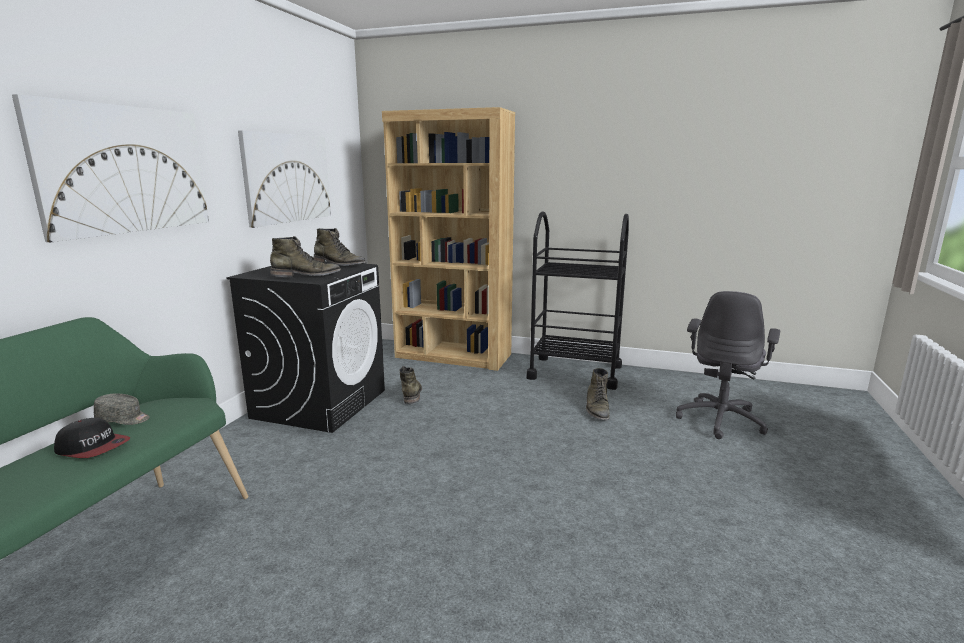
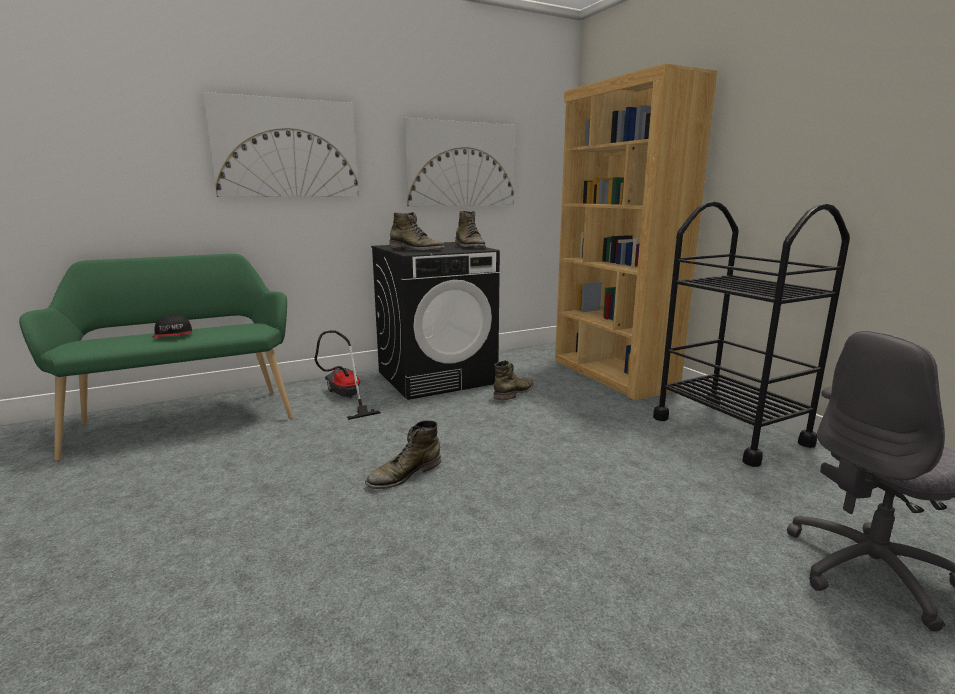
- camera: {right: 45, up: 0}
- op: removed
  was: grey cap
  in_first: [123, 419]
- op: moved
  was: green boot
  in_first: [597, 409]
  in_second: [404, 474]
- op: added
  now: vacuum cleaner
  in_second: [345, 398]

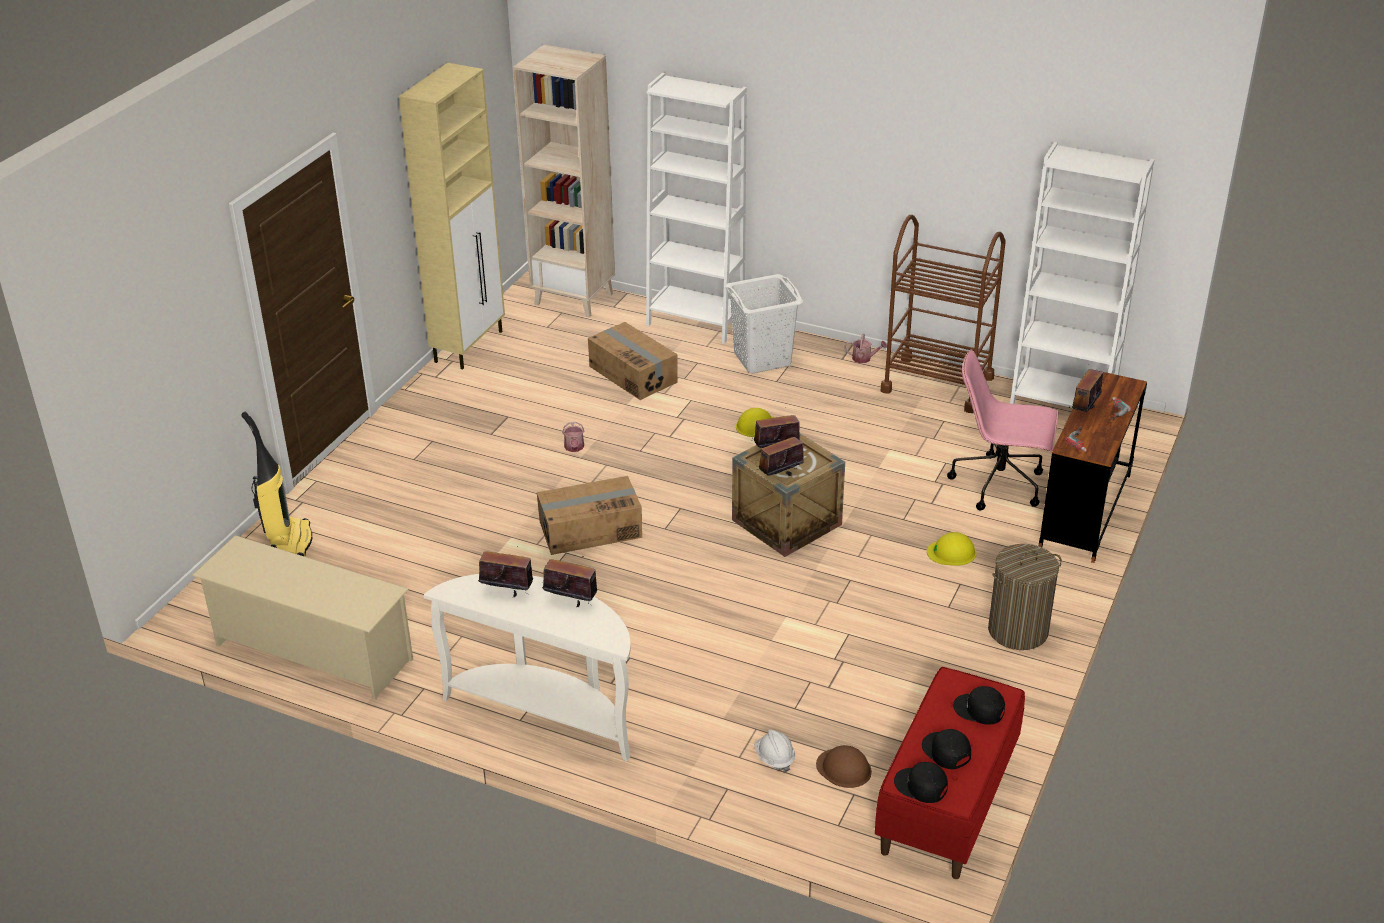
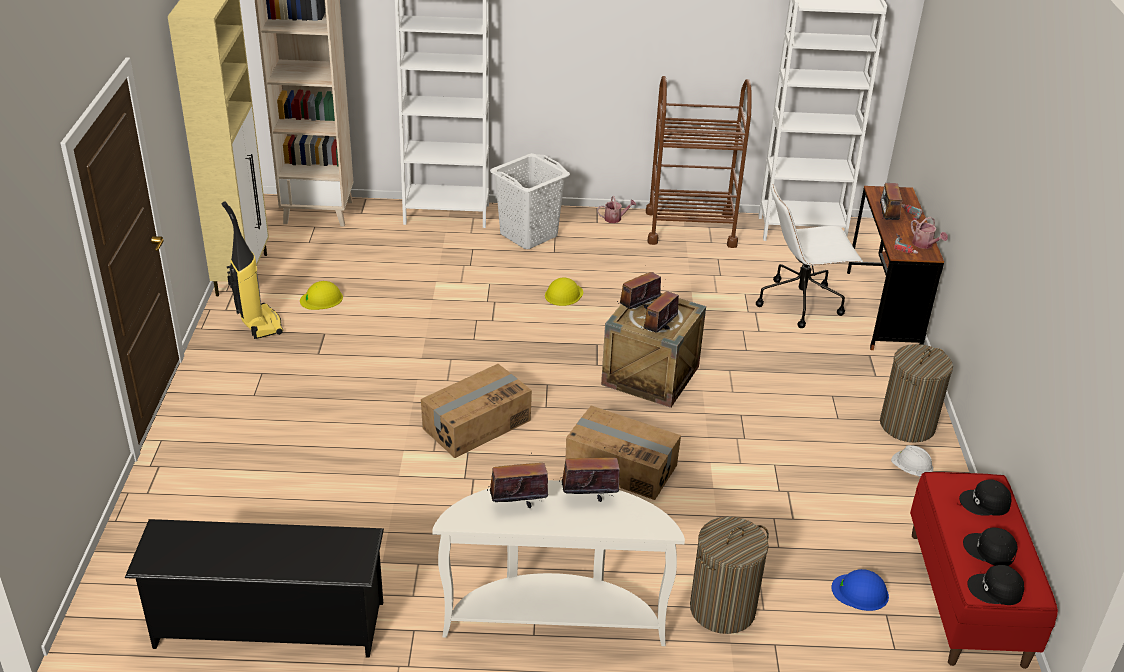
- camera: {right: -25, up: 0}
- op: recoloured
  was: beige shoe rack
  now: black shoe rack
  in_first: [312, 652]
  in_second: [268, 625]
- op: moved
  was: vacuum cleaner
  in_first: [289, 541]
  in_second: [259, 323]
- op: moved
  was: watering can
  in_first: [574, 448]
  in_second: [924, 245]
- op: moved
  was: cardboard box
  in_first: [633, 374]
  in_second: [621, 466]
- op: moved
  was: white hard hat
  in_first: [774, 758]
  in_second: [910, 470]
- op: recoloured
  was: brown hard hat
  now: blue hard hat
  in_first: [844, 768]
  in_second: [860, 592]
- op: moved
  was: yellow hard hat
  in_first: [952, 552]
  in_second: [321, 299]
- op: recoloured
  was: pink office chair
  now: white office chair
  in_first: [1000, 484]
  in_second: [801, 302]
- op: added
  now: laundry basket
  in_second: [722, 609]

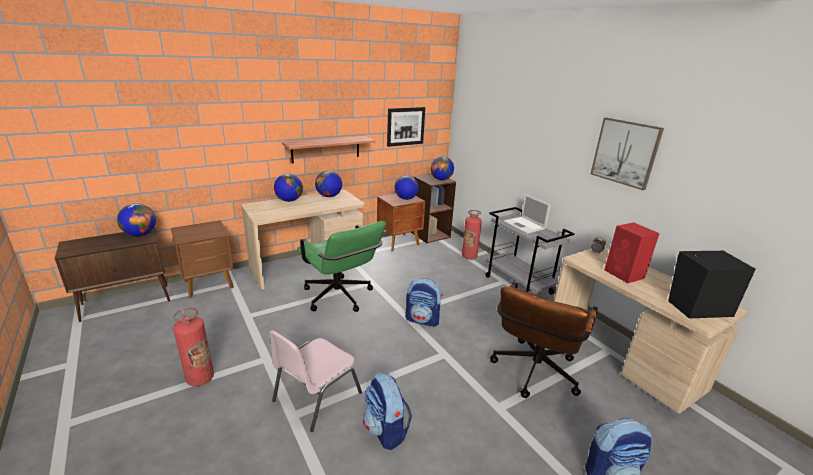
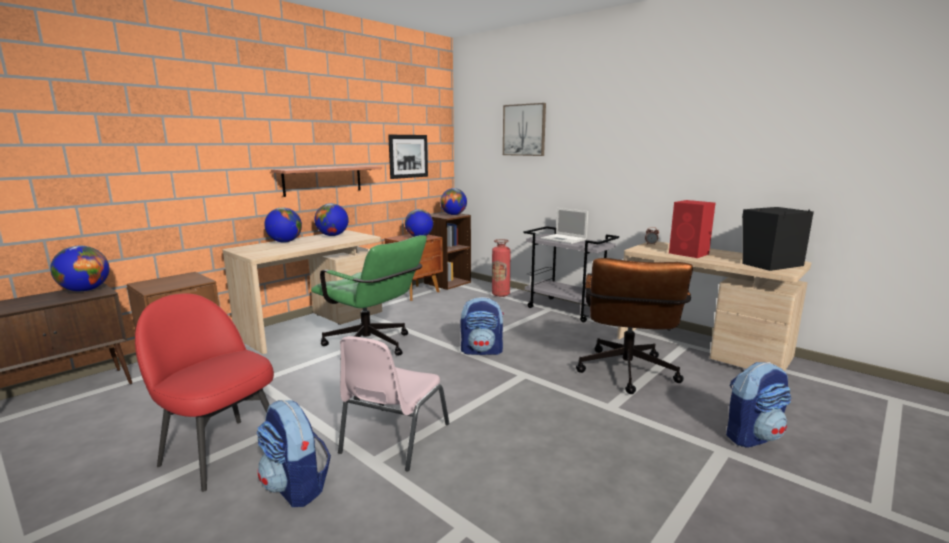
- camera: {right: -15, up: -10}
- op: replaced
  was: fire extinguisher
  now: red chair
  in_first: [200, 378]
  in_second: [221, 451]
- op: moved
  was: backpack
  in_first: [386, 430]
  in_second: [296, 487]
- op: moved
  was: picture
  in_first: [625, 152]
  in_second: [524, 130]

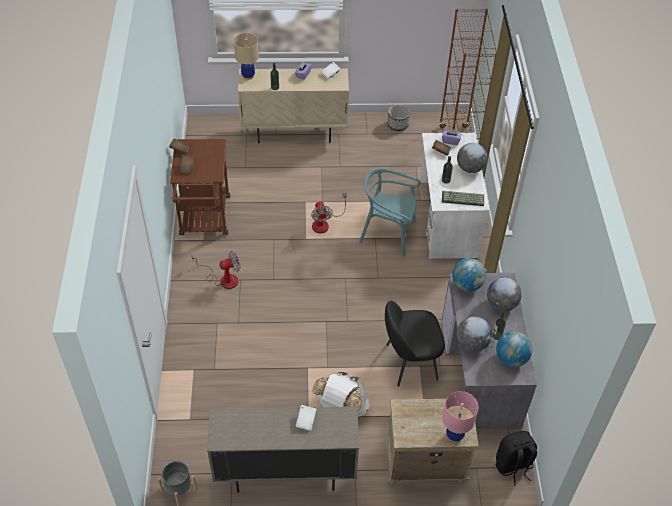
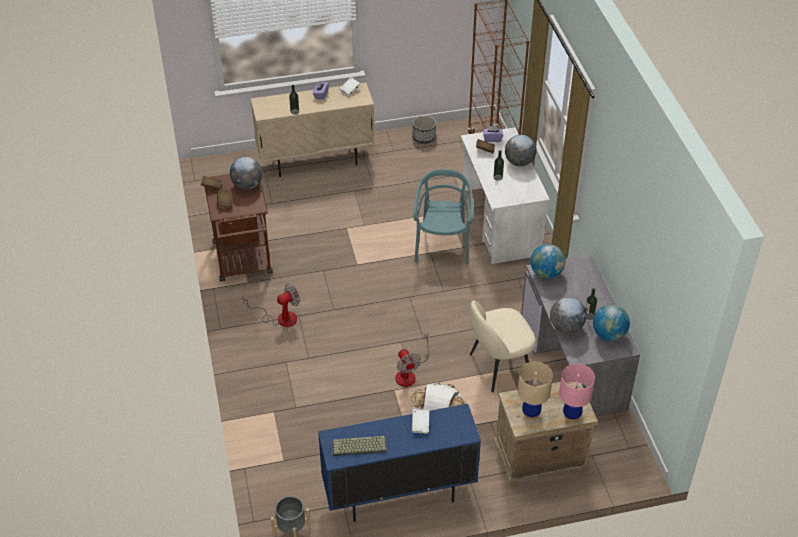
- camera: {right: -10, up: -5}
- op: recoloured
  was: beige cabinet
  now: blue cabinet
  in_first: [285, 473]
  in_second: [398, 495]
- op: moved
  was: beige table lamp
  in_first: [248, 76]
  in_second: [531, 413]
- op: moved
  was: fan
  in_first: [324, 223]
  in_second: [409, 373]
- op: turned
  was: turquoise chair
  in_first: [388, 233]
  in_second: [442, 246]
  clockwise: 90
- op: recoloured
  was: black chair
  now: beige chair
  in_first: [409, 362]
  in_second: [498, 367]
- op: moved
  was: keyboard
  in_first: [462, 199]
  in_second: [358, 447]
- op: moved
  was: globe
  in_first: [501, 304]
  in_second: [247, 185]
- op: removed
  was: black backpack
  in_first: [513, 466]

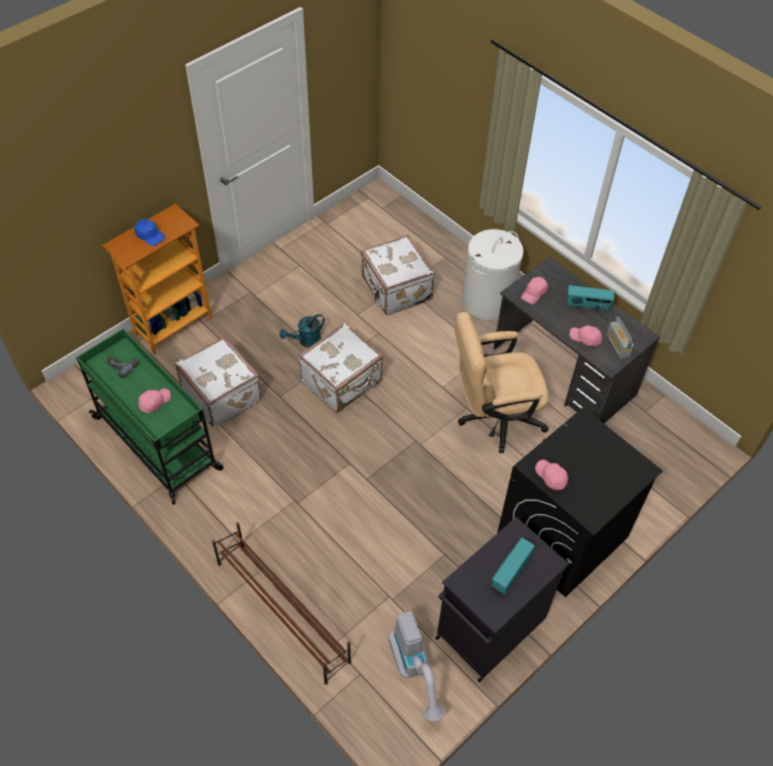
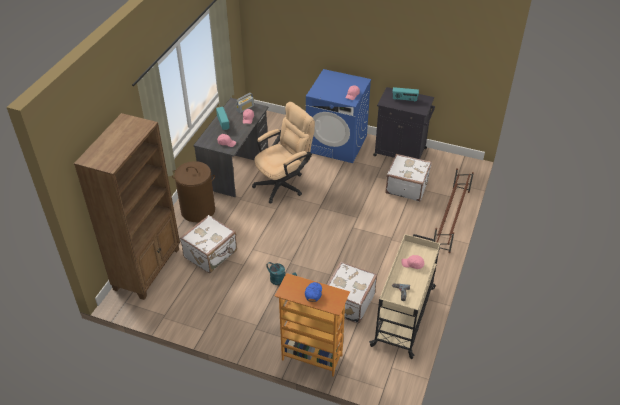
- camera: {right: -115, up: -10}
- op: recoloured
  was: green cart
  now: beige cart
  in_first: [158, 444]
  in_second: [404, 315]
- op: moved
  was: white suitcase
  in_first: [342, 382]
  in_second: [406, 187]
- op: removed
  was: vacuum cleaner
  in_first: [415, 672]
- op: turned
  was: beige office chair
  in_first: [493, 417]
  in_second: [284, 183]
  clockwise: -90
- op: recoloured
  was: white laundry basket
  now: brown laundry basket
  in_first: [487, 301]
  in_second: [198, 210]
- op: recoloured
  was: black washing machine
  now: blue washing machine
  in_first: [562, 537]
  in_second: [337, 143]
- op: added
  now: brown bookcase
  in_second: [148, 268]

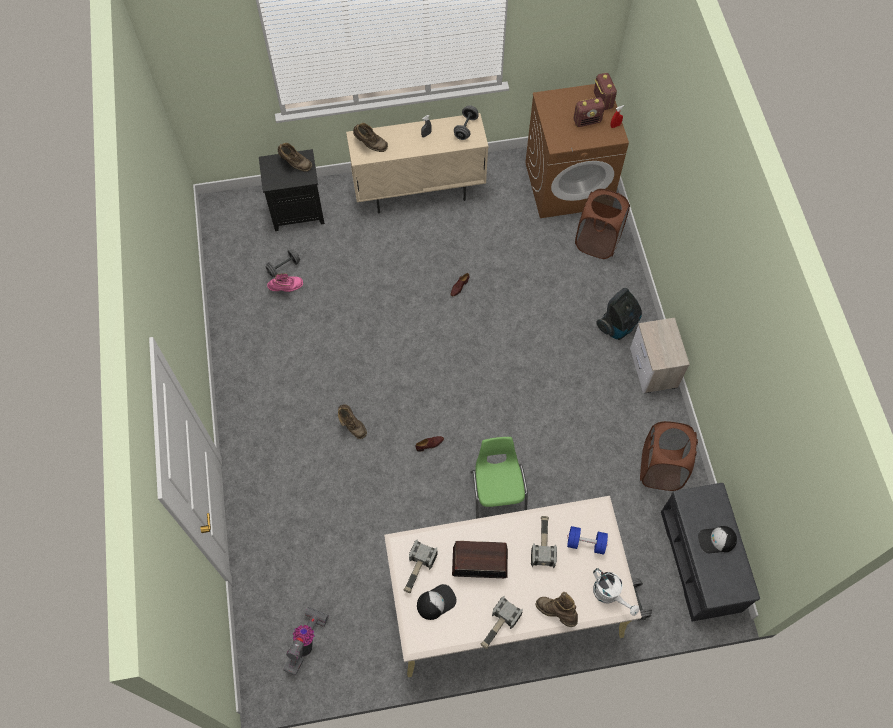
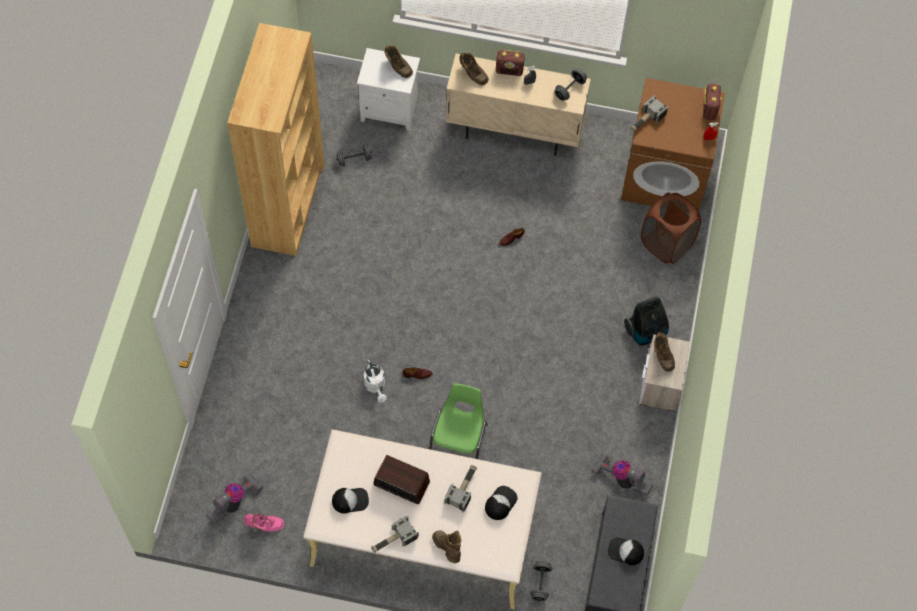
- camera: {right: 20, up: 0}
- op: recoloured
  was: black nightstand
  now: white nightstand
  in_first: [298, 211]
  in_second: [391, 109]
- op: moved
  was: pink boot
  in_first: [286, 288]
  in_second: [264, 526]
- op: moved
  was: brown boot
  in_first: [352, 425]
  in_second: [662, 355]
- op: moved
  was: hammer
  in_first: [417, 570]
  in_second: [645, 120]
- op: replaced
  was: blue dumbbell
  now: cap
  in_first: [586, 543]
  in_second: [500, 503]
- op: moved
  was: radio
  in_first: [587, 121]
  in_second: [509, 70]
- op: moved
  was: white watering can
  in_first: [609, 594]
  in_second: [376, 387]
- op: replaced
  was: brown laundry basket
  now: vacuum cleaner
  in_first: [660, 469]
  in_second: [621, 478]
- op: added
  now: brown bookcase
  in_second: [288, 204]

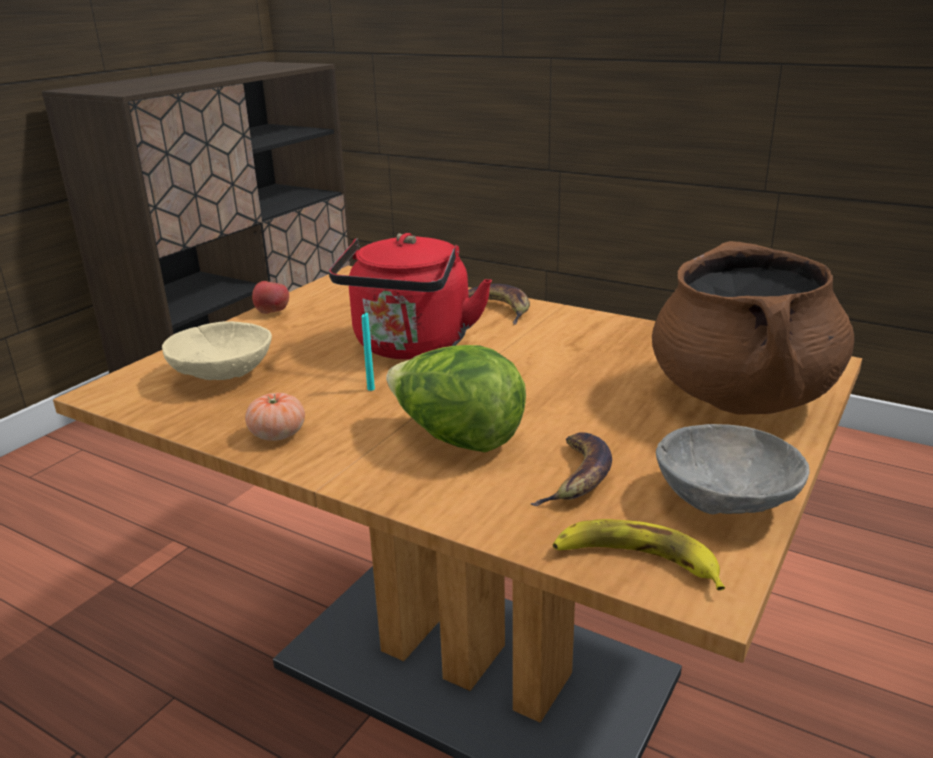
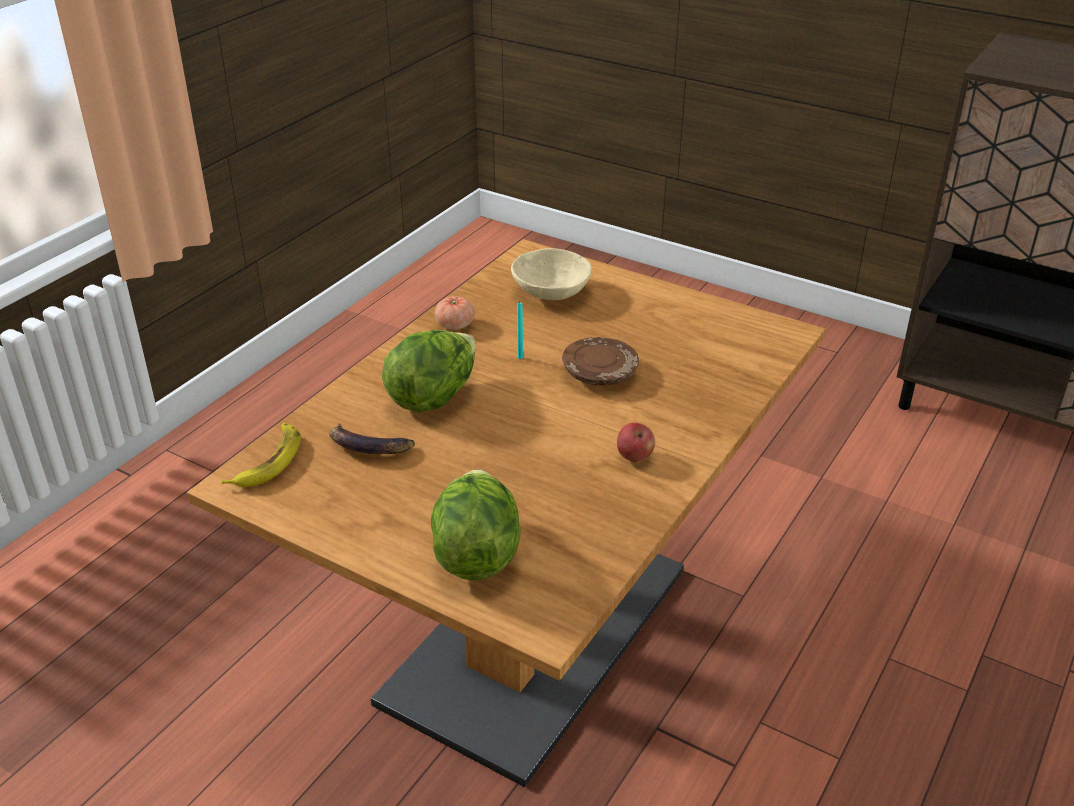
- camera: {right: 90, up: 10}
- op: moved
  was: apple
  in_first: [272, 312]
  in_second: [634, 457]
- op: replaced
  was: red kettle
  now: brown plate
  in_first: [410, 347]
  in_second: [600, 372]
- op: removed
  was: banana
  in_first: [498, 309]
- op: replaced
  was: brown cooking pot
  now: lettuce
  in_first: [742, 397]
  in_second: [476, 553]
- op: removed
  was: grey bowl
  in_first: [727, 503]

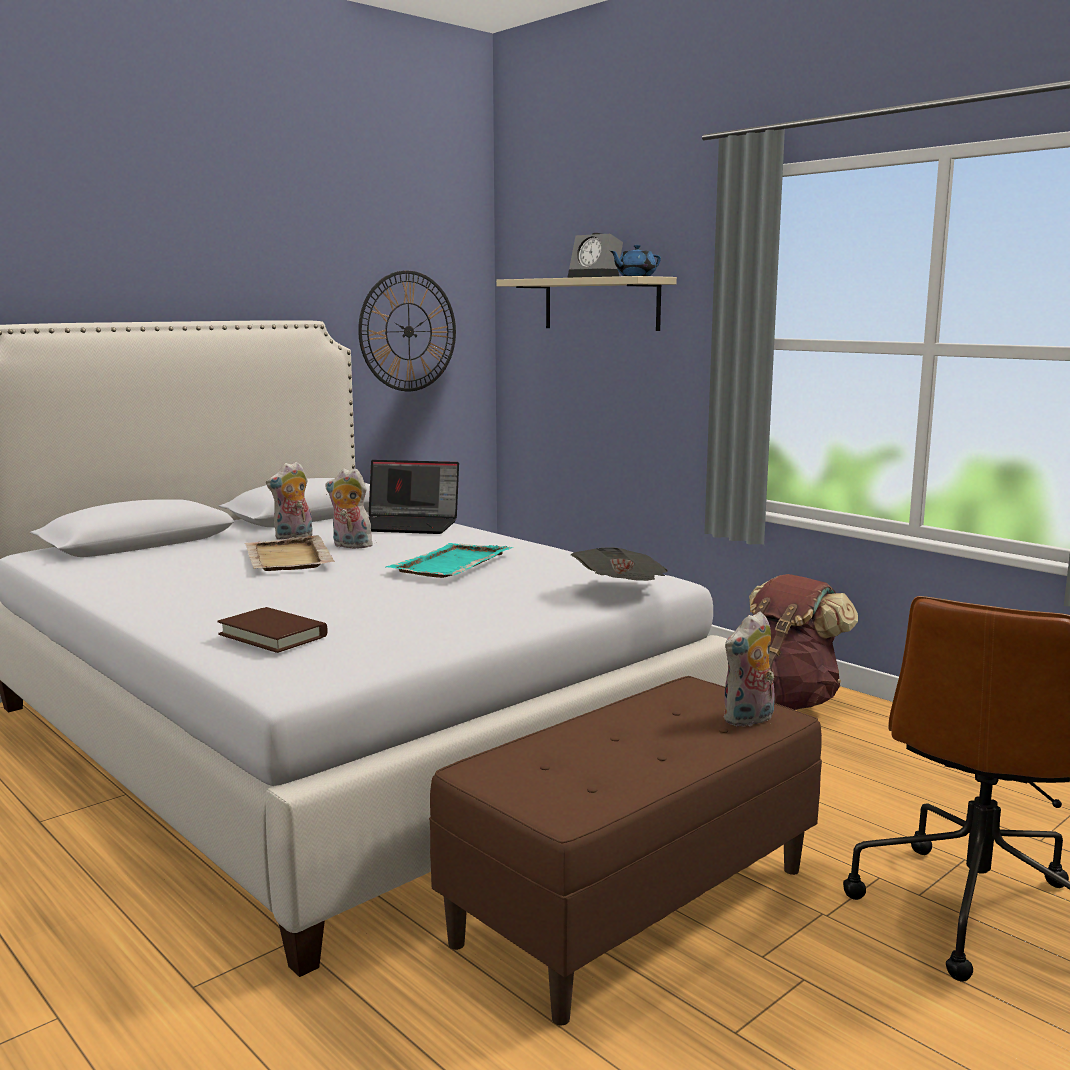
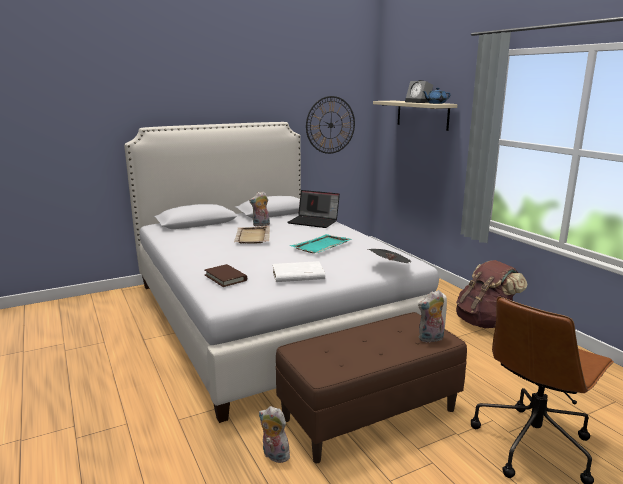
- camera: {right: 15, up: 5}
- op: moved
  was: plush toy
  in_first: [350, 546]
  in_second: [274, 455]
- op: added
  now: white book
  in_second: [297, 275]

